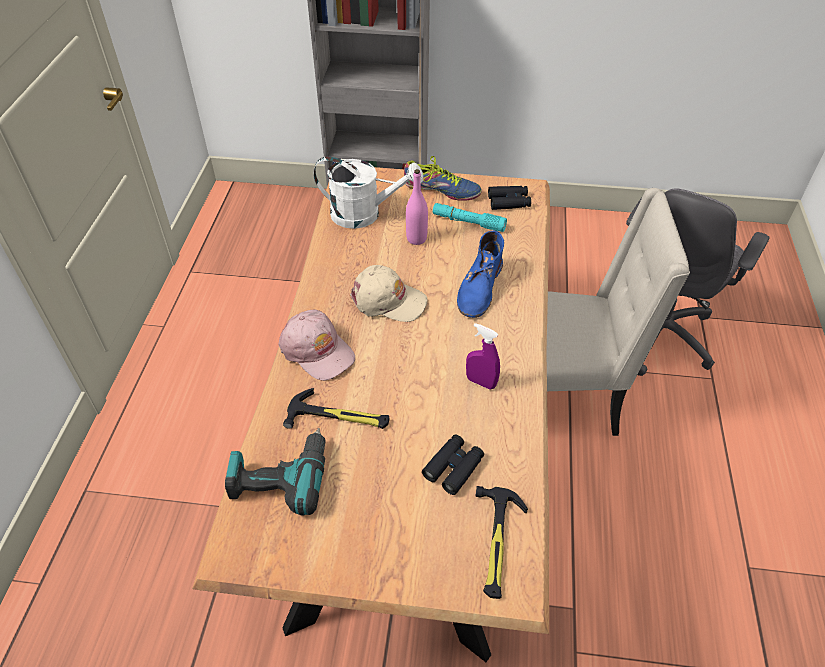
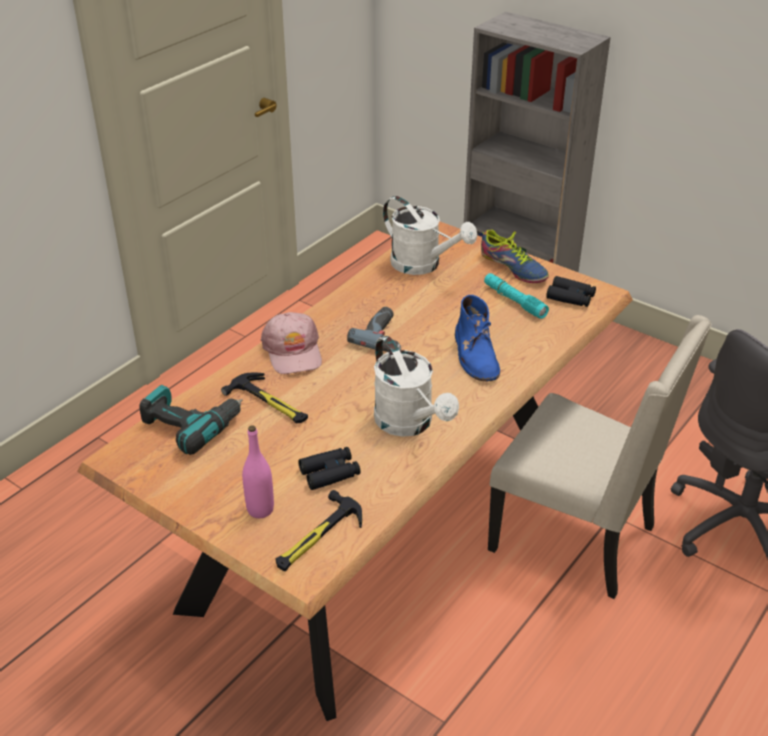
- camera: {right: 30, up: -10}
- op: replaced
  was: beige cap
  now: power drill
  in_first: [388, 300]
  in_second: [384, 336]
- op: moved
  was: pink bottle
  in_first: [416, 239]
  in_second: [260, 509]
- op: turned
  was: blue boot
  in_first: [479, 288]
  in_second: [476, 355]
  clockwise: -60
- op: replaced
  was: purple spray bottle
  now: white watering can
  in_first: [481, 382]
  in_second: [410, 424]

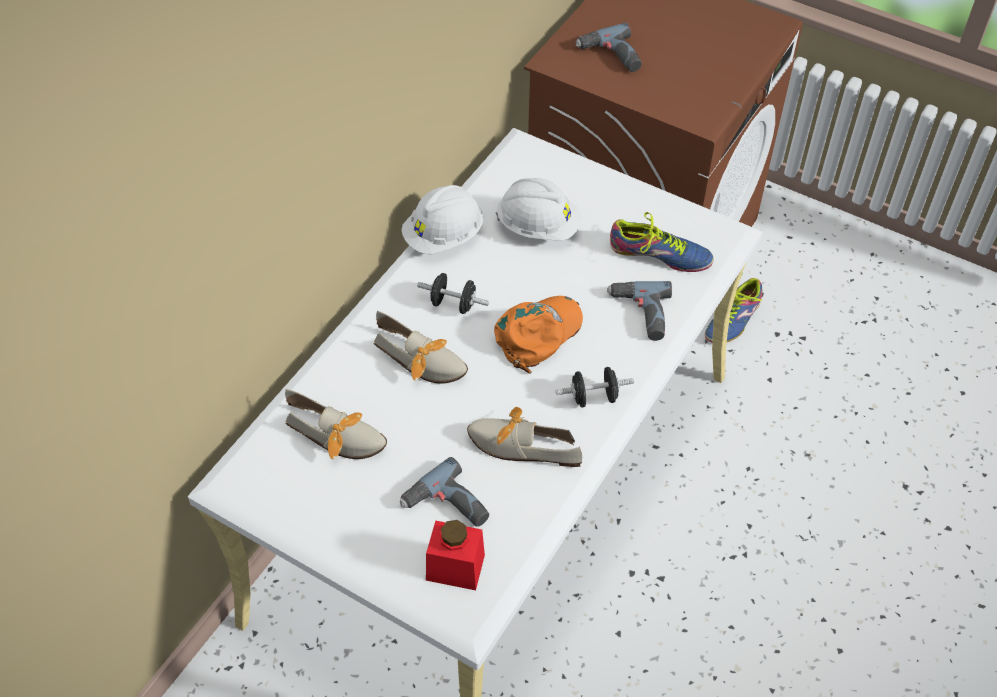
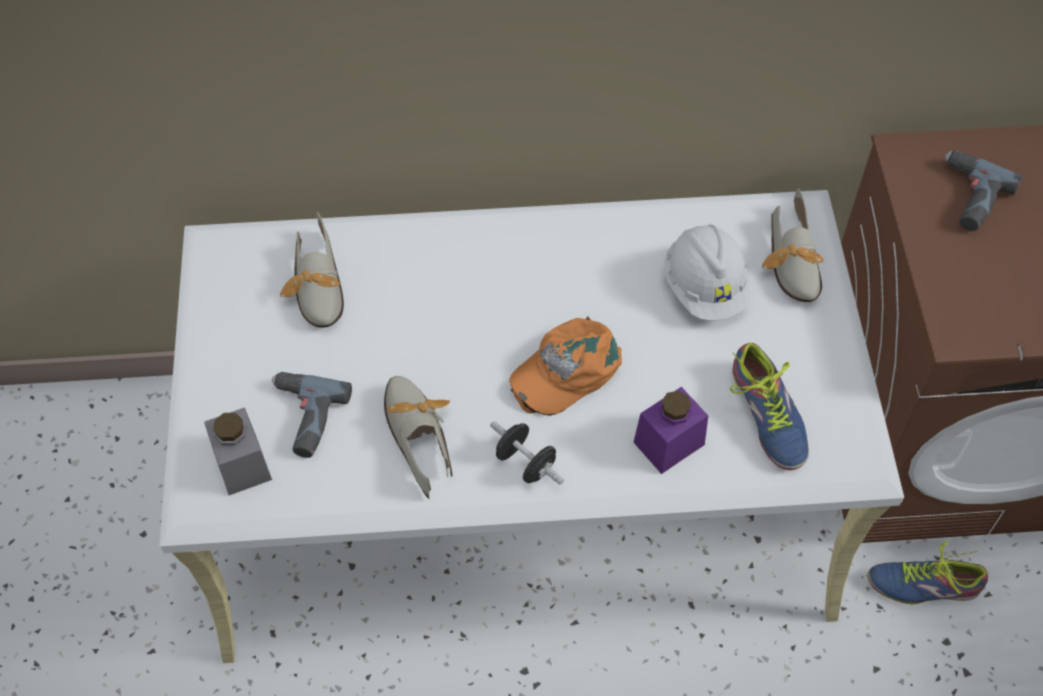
- camera: {right: 55, up: 5}
- op: moved
  was: shoe
  in_first: [423, 361]
  in_second: [794, 264]
- op: removed
  was: white hard hat
  in_first: [444, 237]
- op: removed
  was: black dumbbell
  in_first: [453, 304]
- op: recoloured
  was: red jar
  now: grey jar
  in_first: [455, 567]
  in_second: [242, 464]
- op: turned
  was: orange cap
  in_first: [538, 334]
  in_second: [566, 370]
  clockwise: 135
- op: replaced
  was: power drill
  now: purple jar
  in_first: [640, 314]
  in_second: [669, 443]

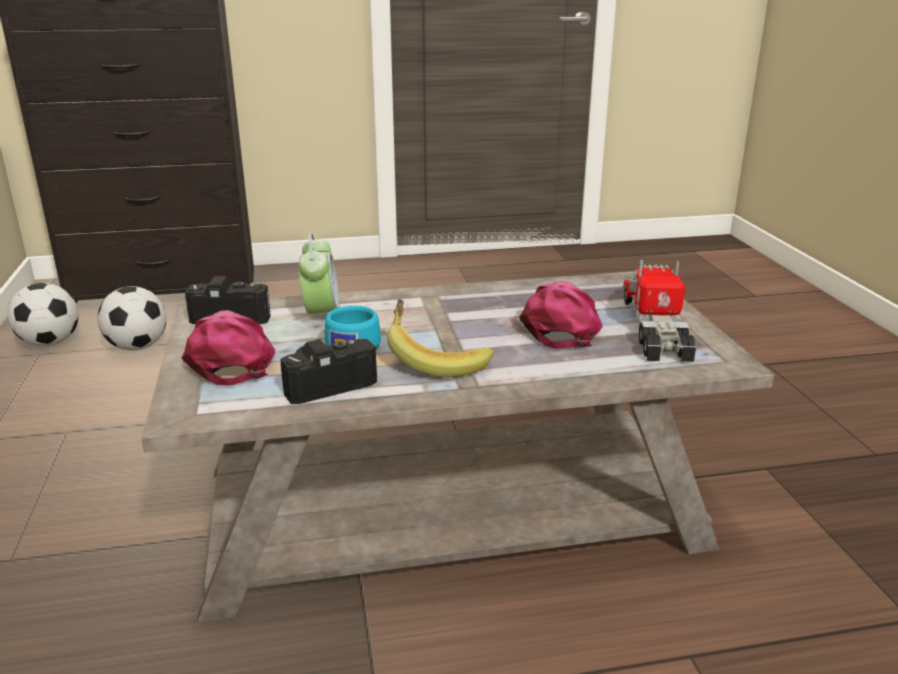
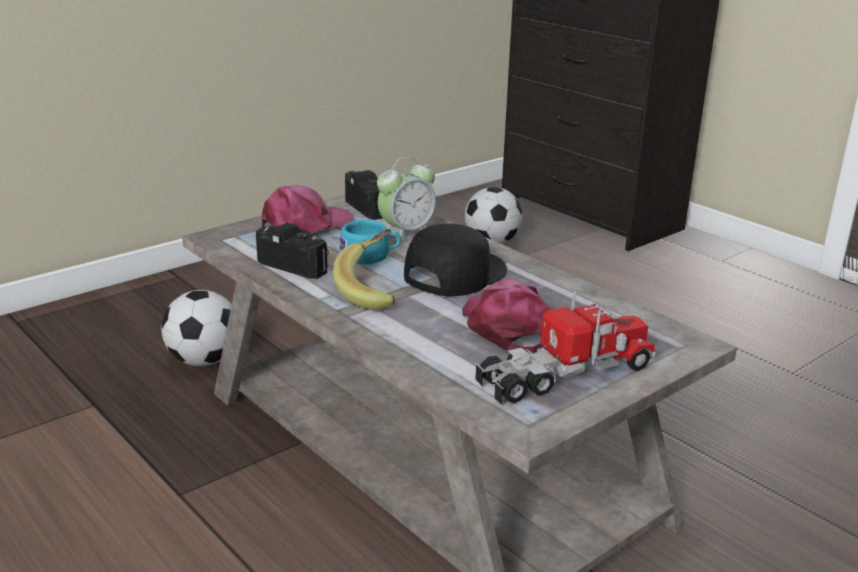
- camera: {right: 60, up: 0}
- op: moved
  was: football
  in_first: [50, 343]
  in_second: [204, 361]
- op: turned
  was: pink cap
  in_first: [562, 327]
  in_second: [507, 327]
  clockwise: -90
- op: added
  now: black cap
  in_second: [453, 273]

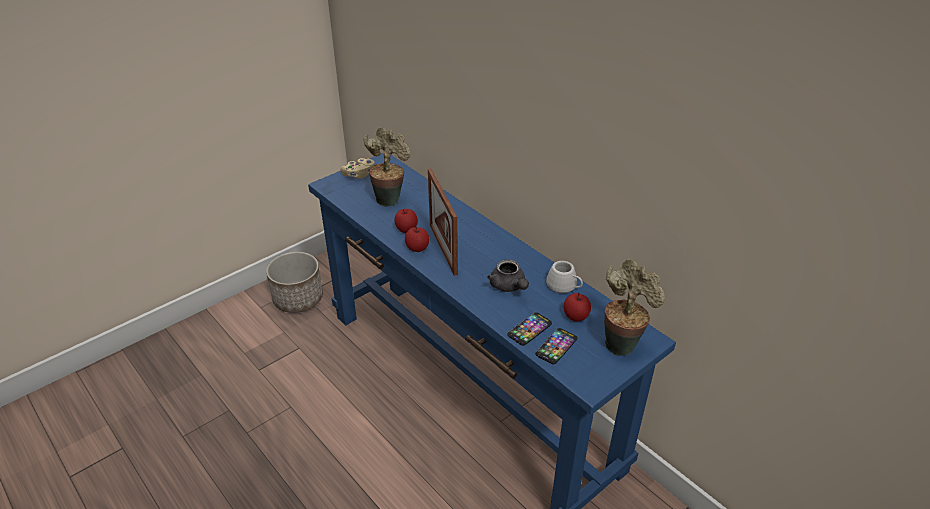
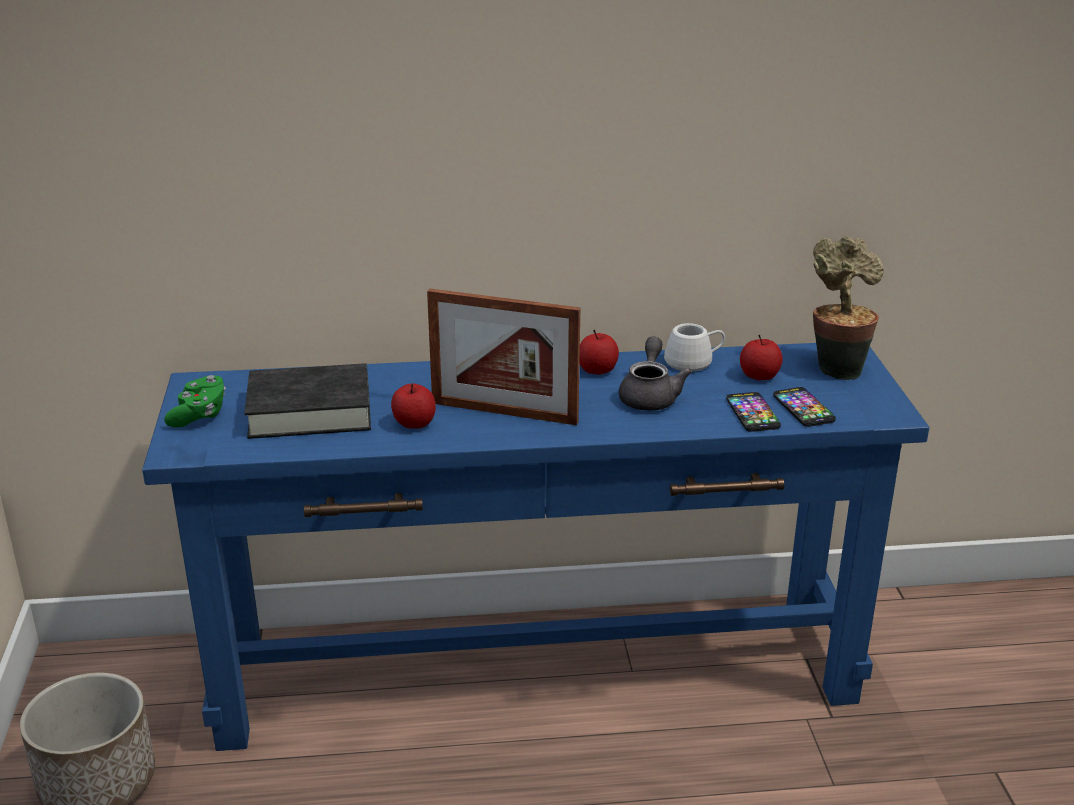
- camera: {right: -55, up: -10}
- op: recoloured
  was: beige game controller
  now: green game controller
  in_first: [359, 174]
  in_second: [199, 415]
- op: replaced
  was: potted plant
  now: black book
  in_first: [389, 198]
  in_second: [310, 411]
- op: moved
  was: apple
  in_first: [417, 248]
  in_second: [597, 370]
- op: turned
  was: grey teapot
  in_first: [509, 286]
  in_second: [650, 396]
  clockwise: -90

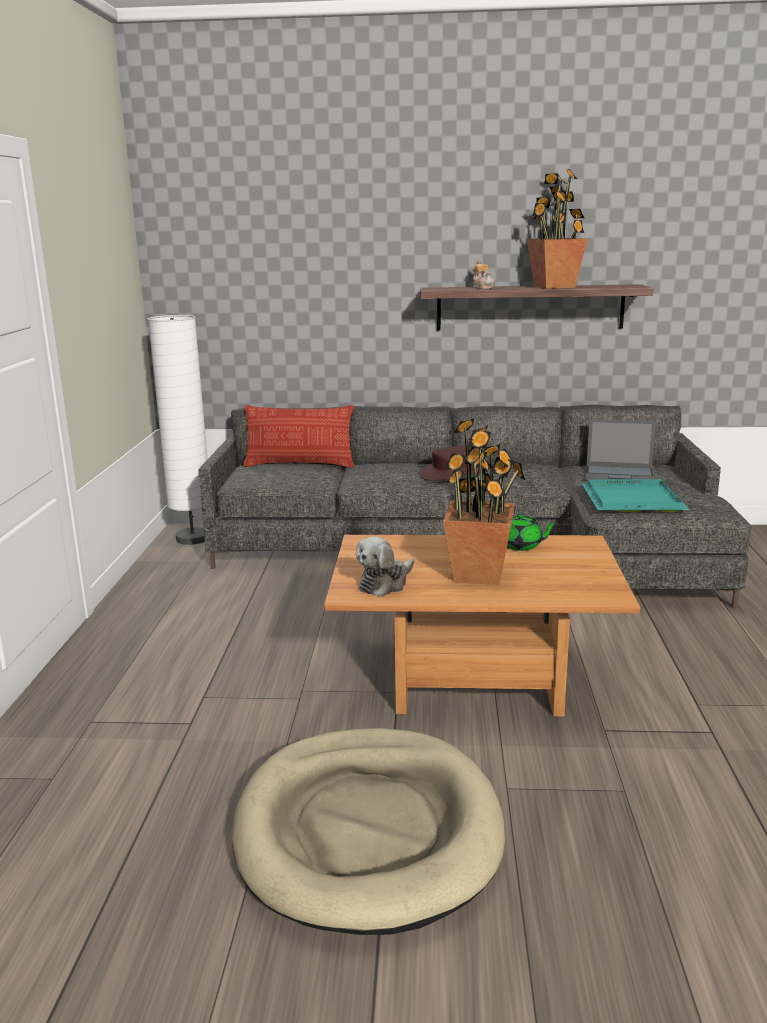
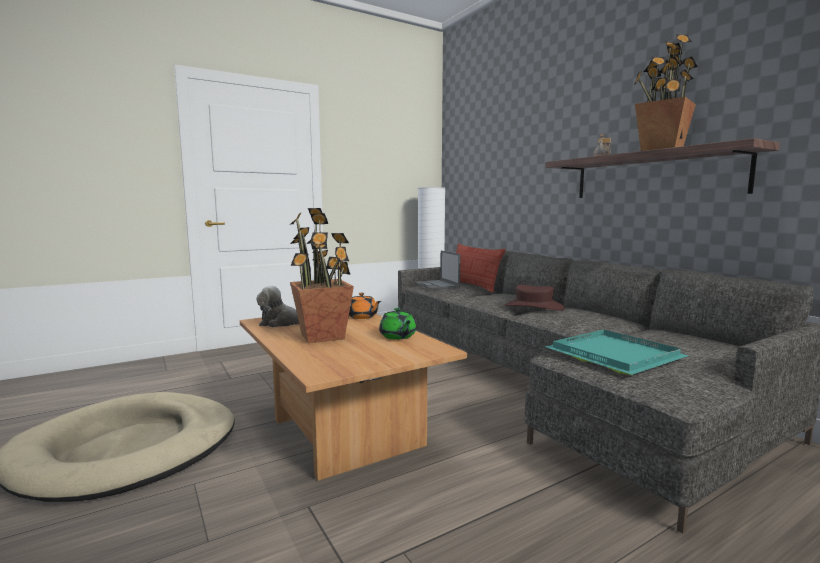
- camera: {right: 55, up: -10}
- op: moved
  was: laptop
  in_first: [620, 475]
  in_second: [437, 285]
- op: added
  now: orange teapot
  in_second: [362, 317]

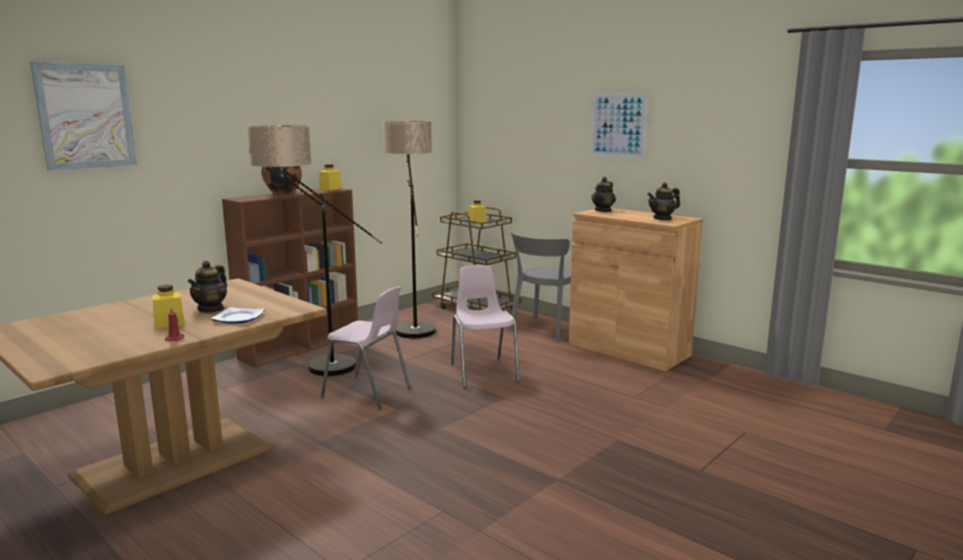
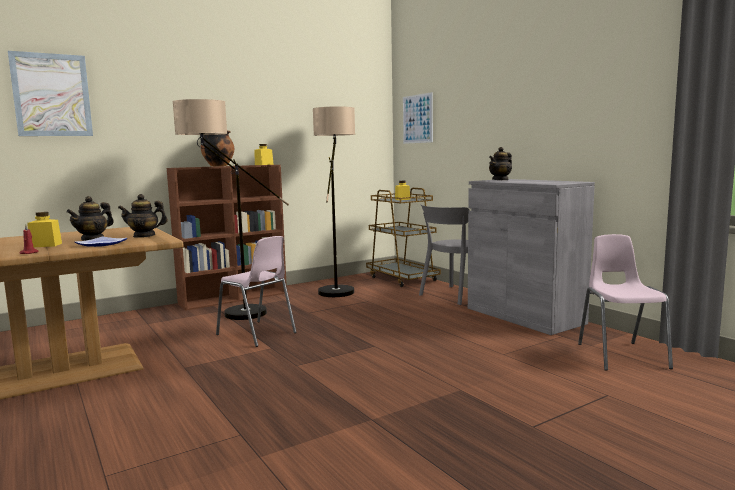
- camera: {right: 15, up: -5}
- op: moved
  was: pink chair
  in_first: [483, 372]
  in_second: [621, 355]
- op: recoloured
  was: brown cabinet
  now: grey cabinet
  in_first: [628, 350]
  in_second: [524, 316]
- op: moved
  was: picture
  in_first: [618, 125]
  in_second: [417, 119]
- op: moved
  was: teapot
  in_first: [662, 218]
  in_second: [144, 236]

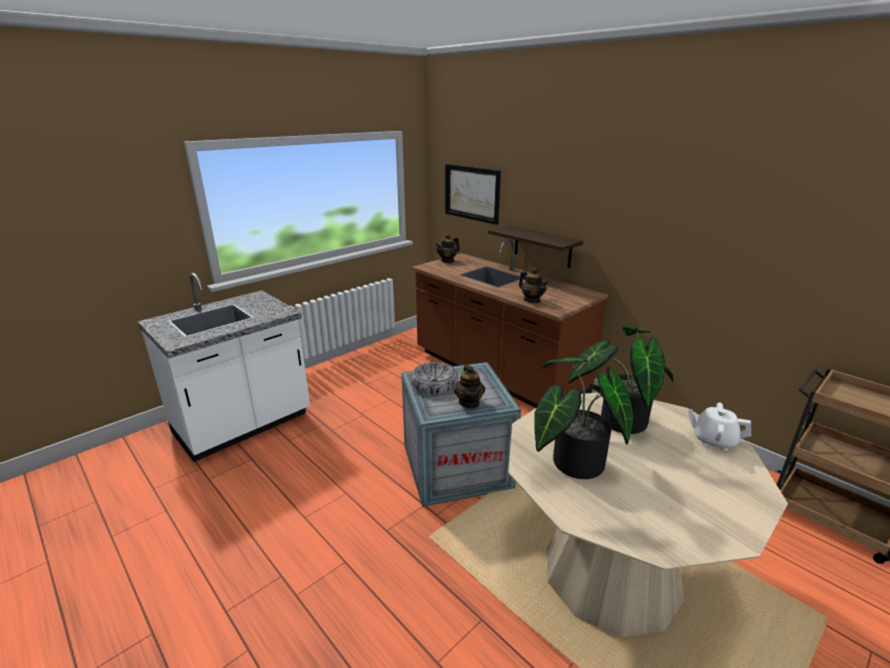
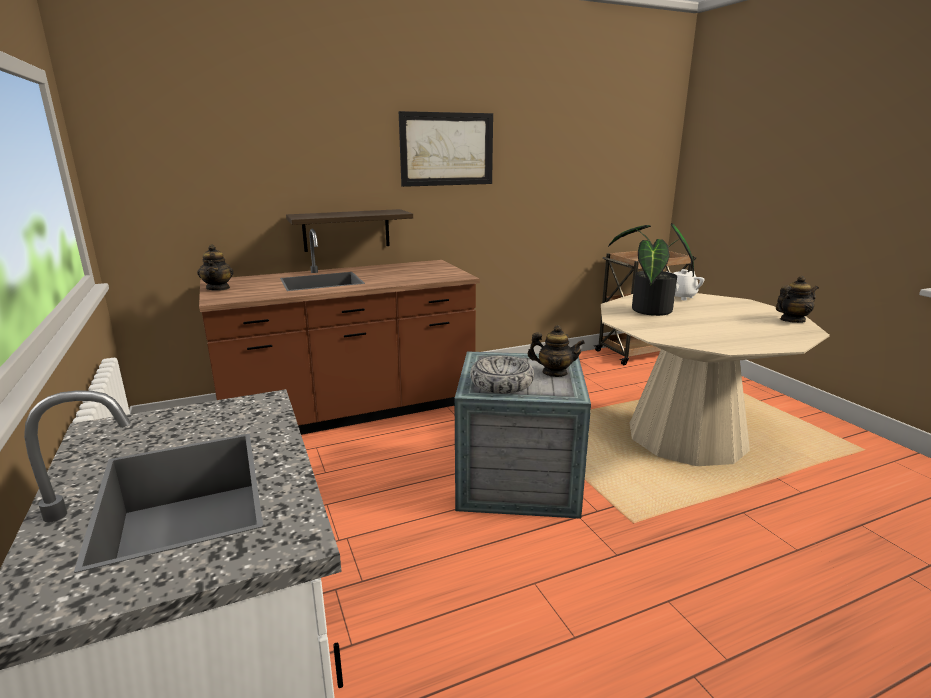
- camera: {right: -70, up: -5}
- op: moved
  was: picture
  in_first: [472, 193]
  in_second: [446, 149]
- op: moved
  was: teapot
  in_first: [532, 300]
  in_second: [792, 320]
- op: removed
  was: potted plant
  in_first: [571, 463]

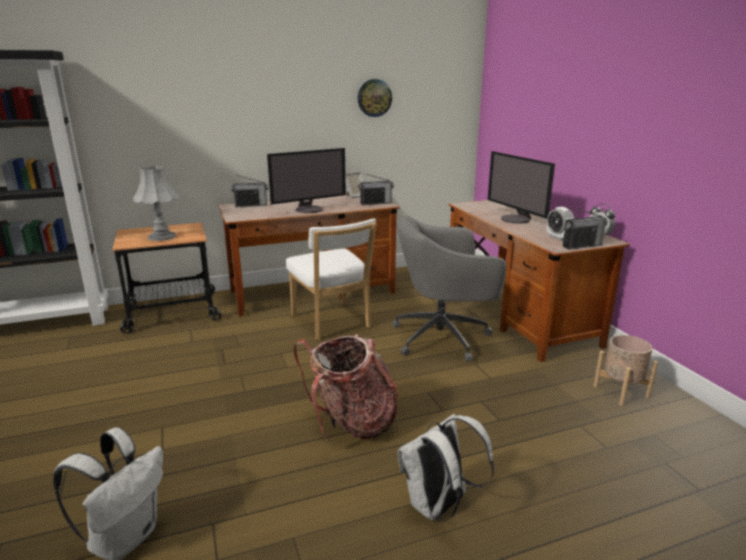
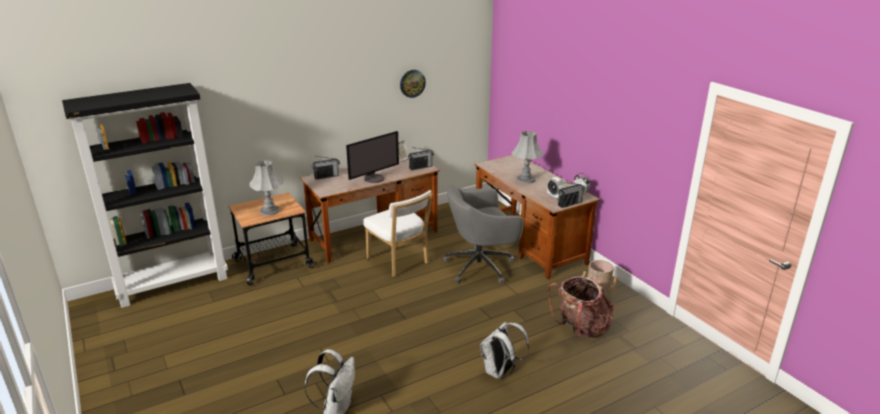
- camera: {right: -10, up: 5}
- op: moved
  was: backpack
  in_first: [352, 423]
  in_second: [581, 329]
- op: replaced
  was: monitor
  now: grey table lamp
  in_first: [516, 219]
  in_second: [525, 179]

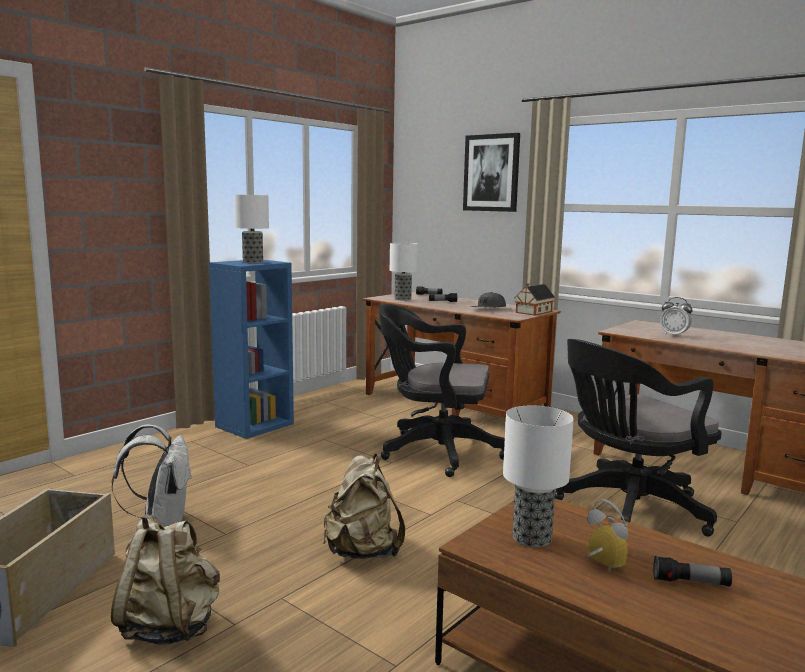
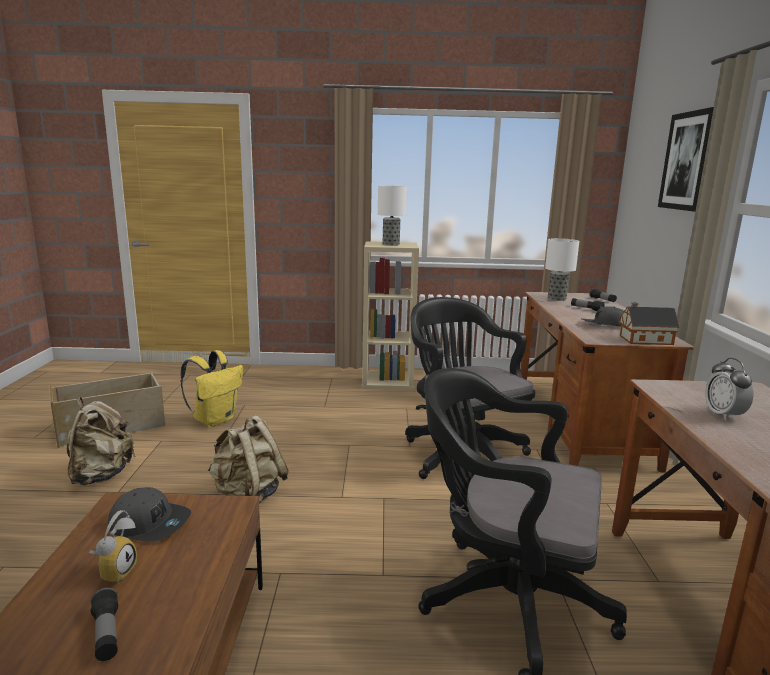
- camera: {right: 50, up: 5}
- op: recoloured
  was: white backpack
  now: yellow backpack
  in_first: [162, 522]
  in_second: [215, 420]
- op: recoloured
  was: blue bookcase
  now: beige bookcase
  in_first: [255, 425]
  in_second: [388, 381]
- op: replaced
  was: table lamp
  now: grey cap
  in_first: [530, 538]
  in_second: [150, 523]

